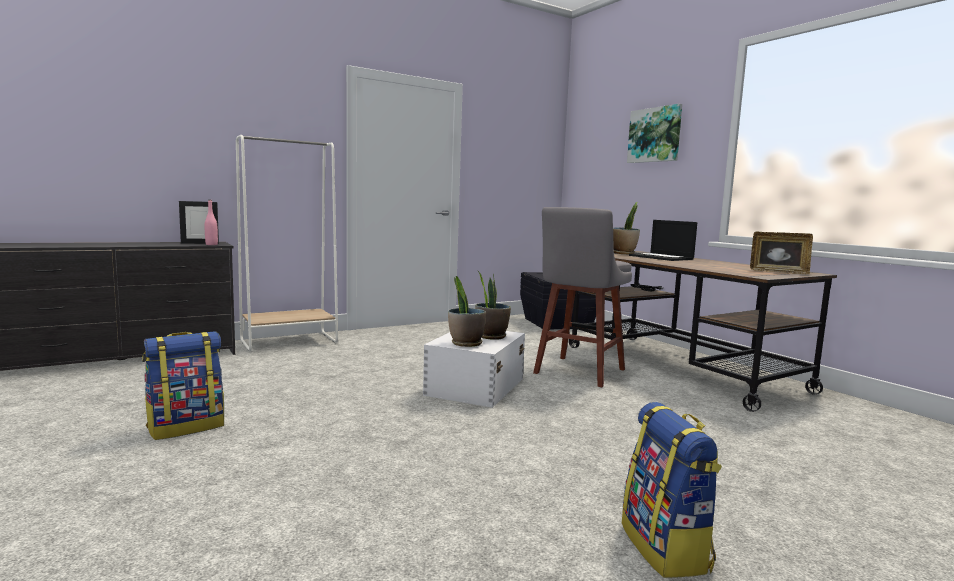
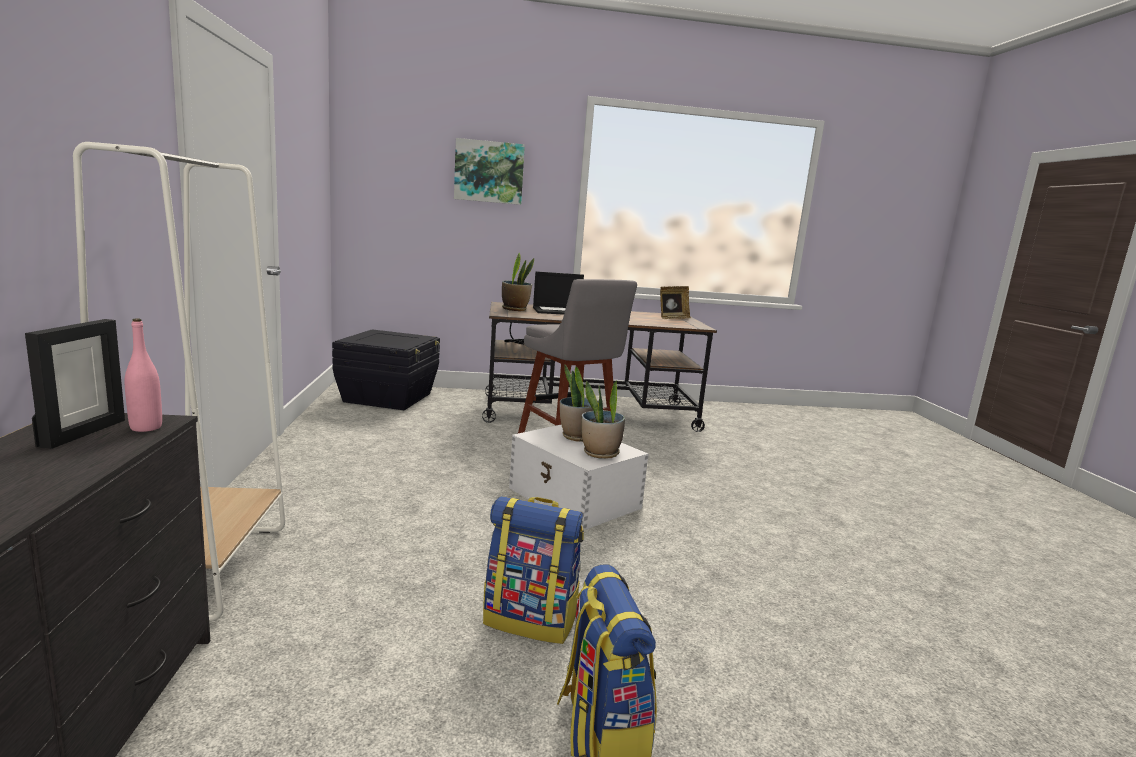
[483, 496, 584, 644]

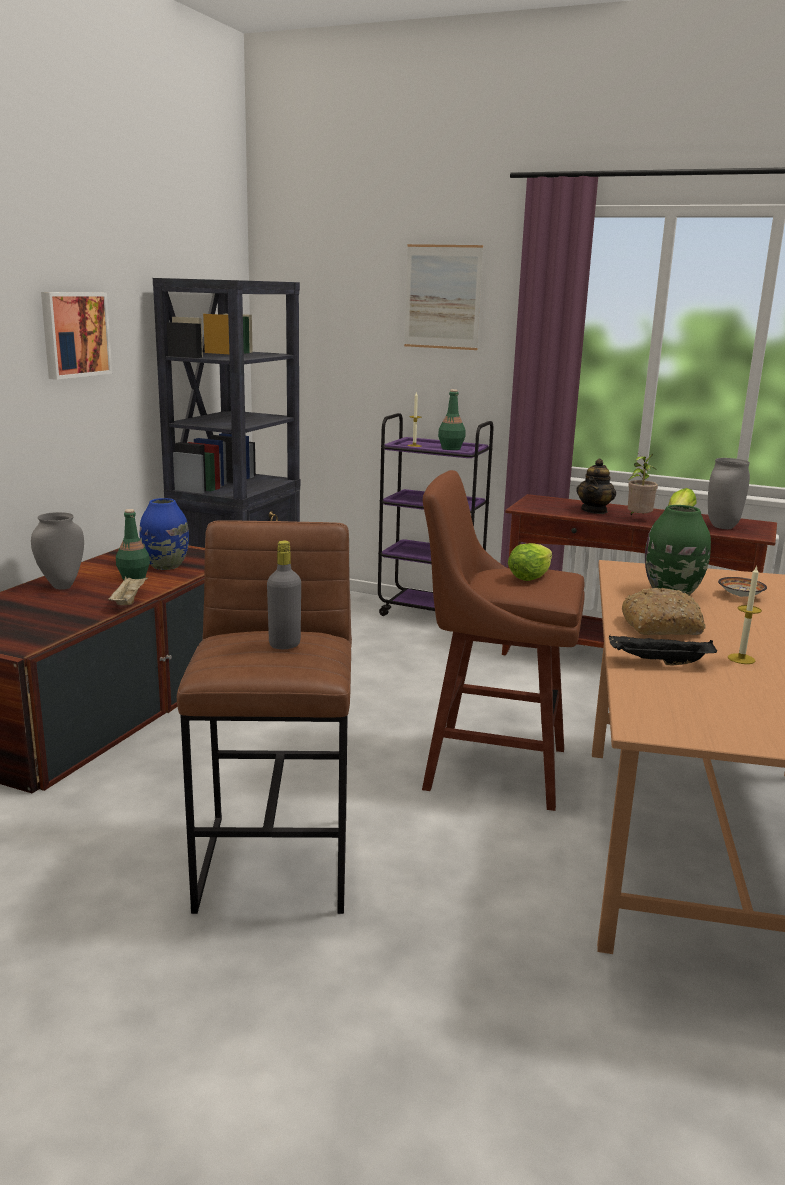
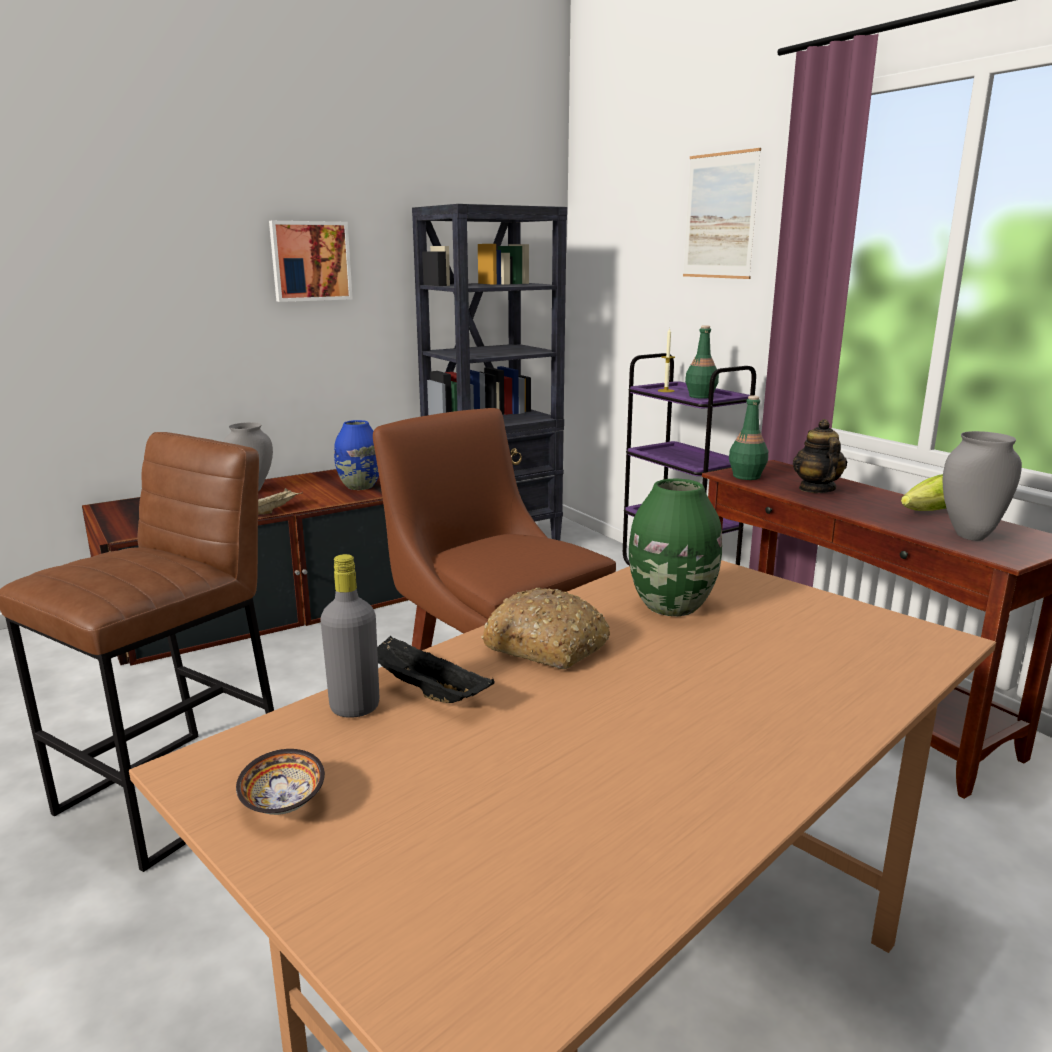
[628, 454, 658, 515] (first image)
[793, 419, 847, 493]
[729, 395, 768, 480]
[320, 554, 380, 718]
[508, 543, 552, 581] (first image)
[728, 566, 762, 664] (first image)
[236, 749, 325, 815]

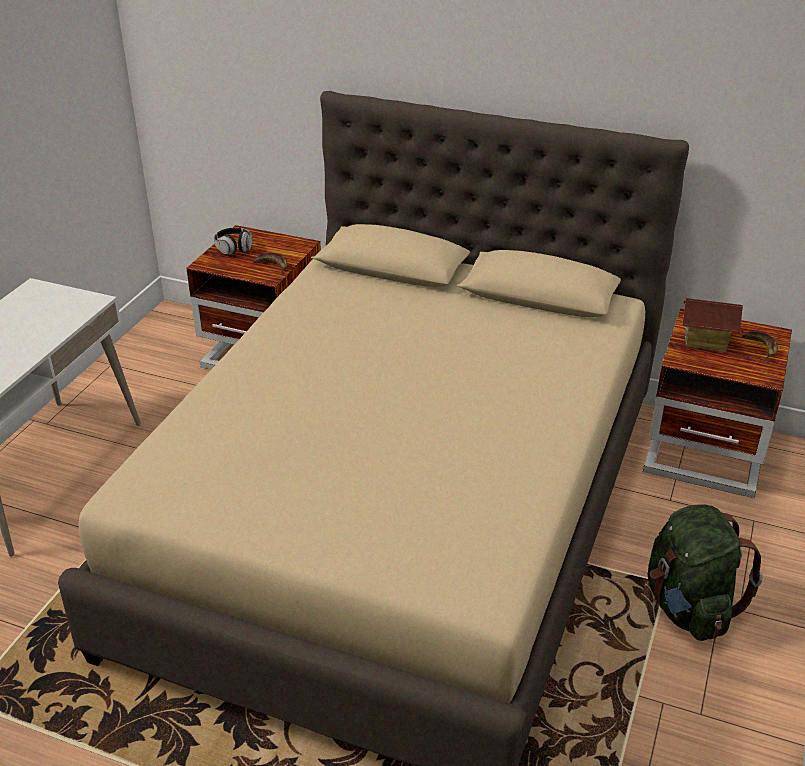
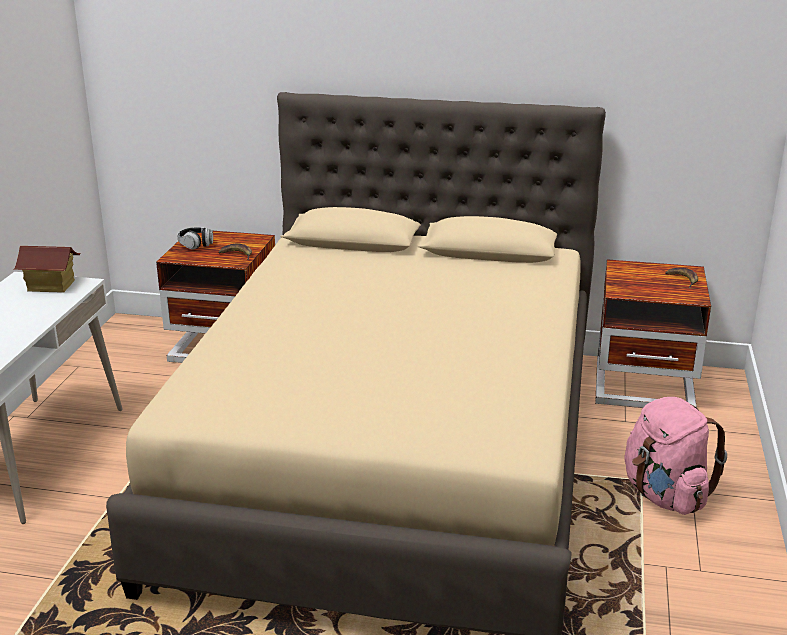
[14, 246, 80, 293]
[625, 397, 727, 515]

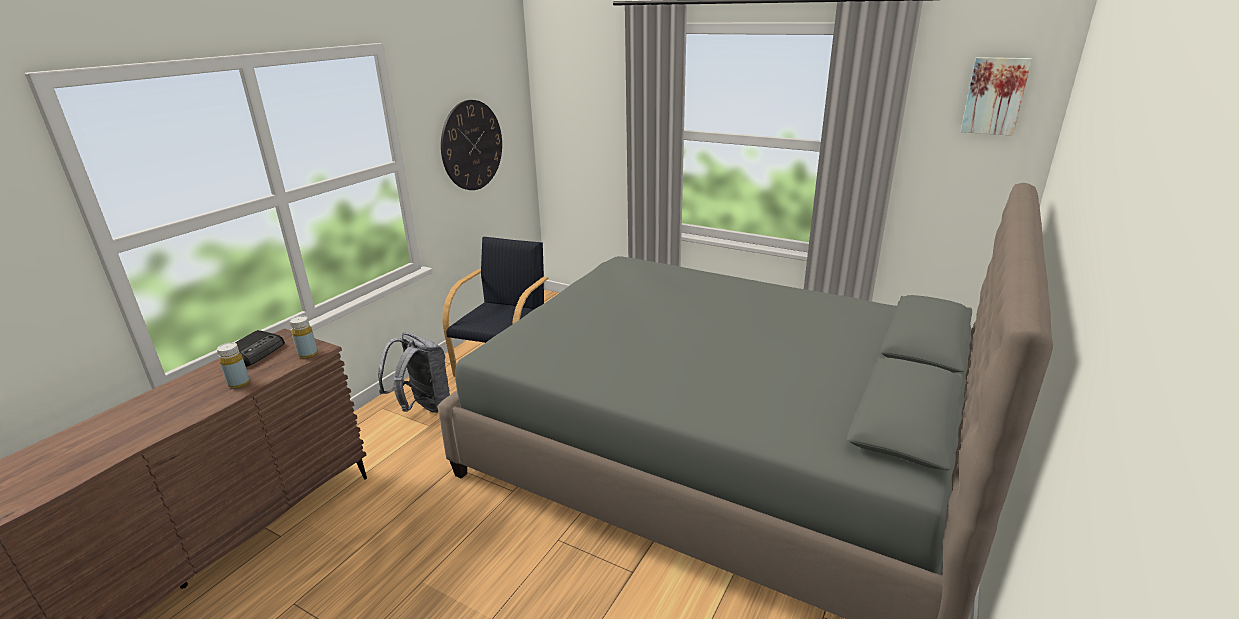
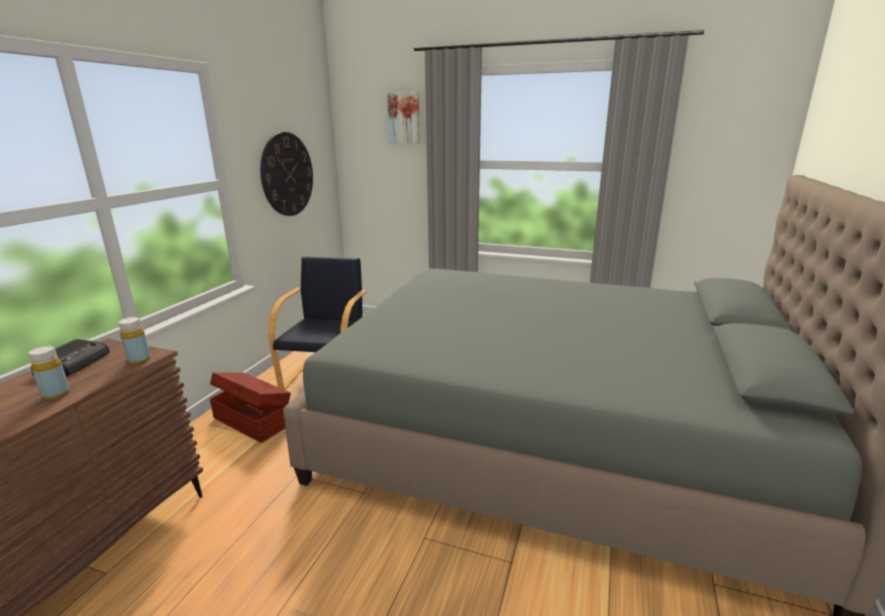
[387, 91, 420, 144]
[210, 372, 291, 443]

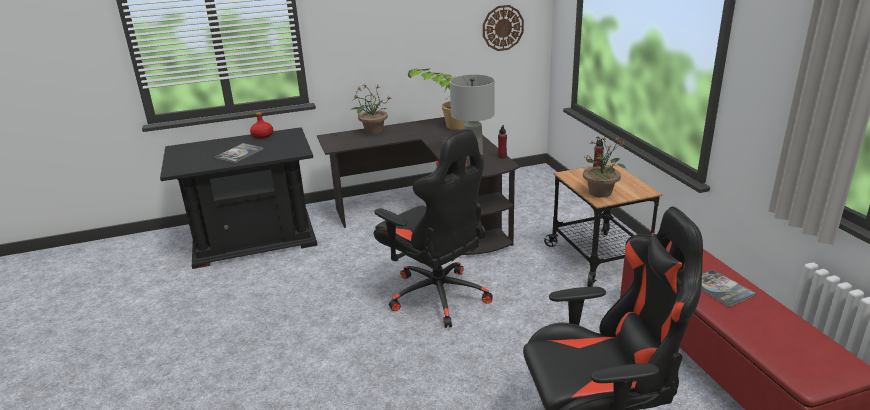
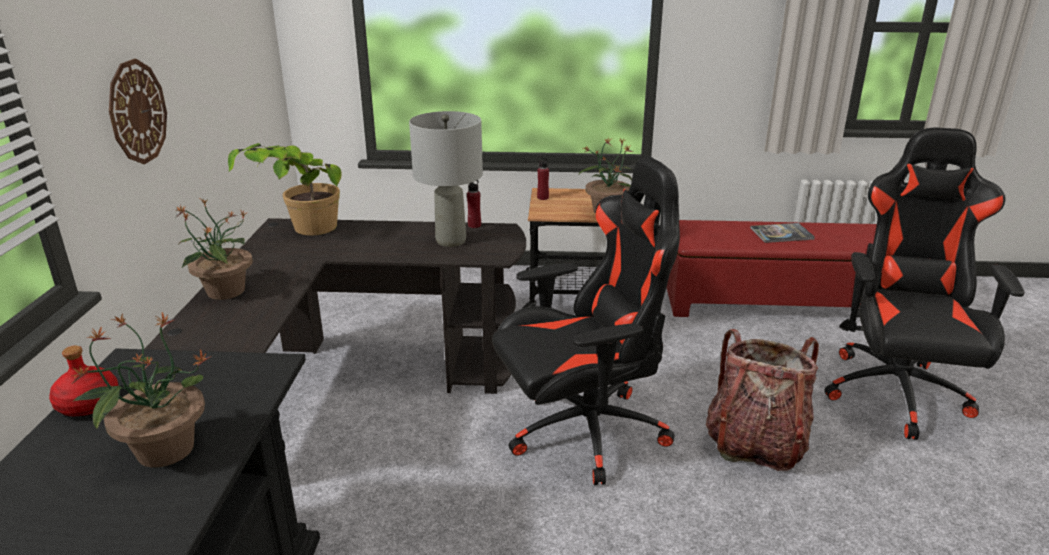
[109, 59, 167, 164]
[72, 312, 212, 468]
[706, 329, 819, 471]

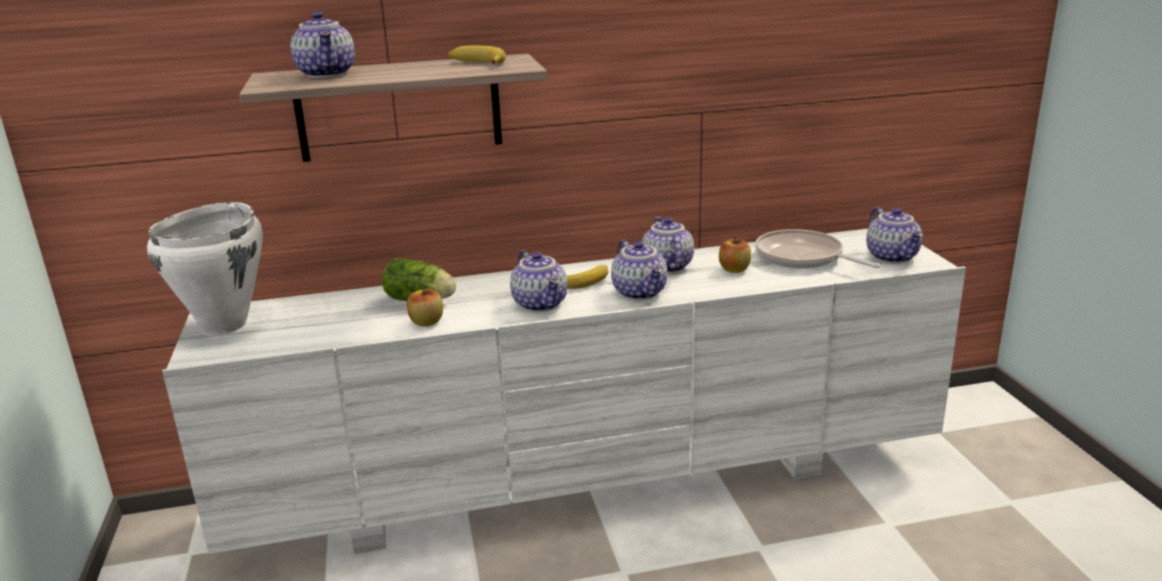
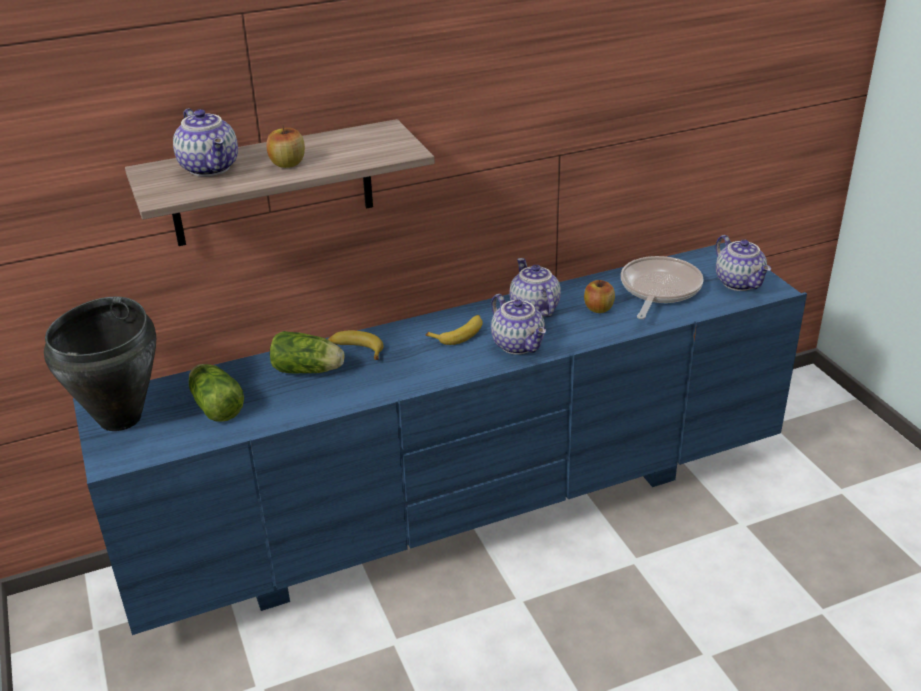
[328, 331, 384, 360]
[44, 296, 156, 431]
[73, 242, 807, 635]
[621, 256, 704, 319]
[510, 250, 568, 312] (first image)
[266, 125, 305, 168]
[189, 364, 244, 422]

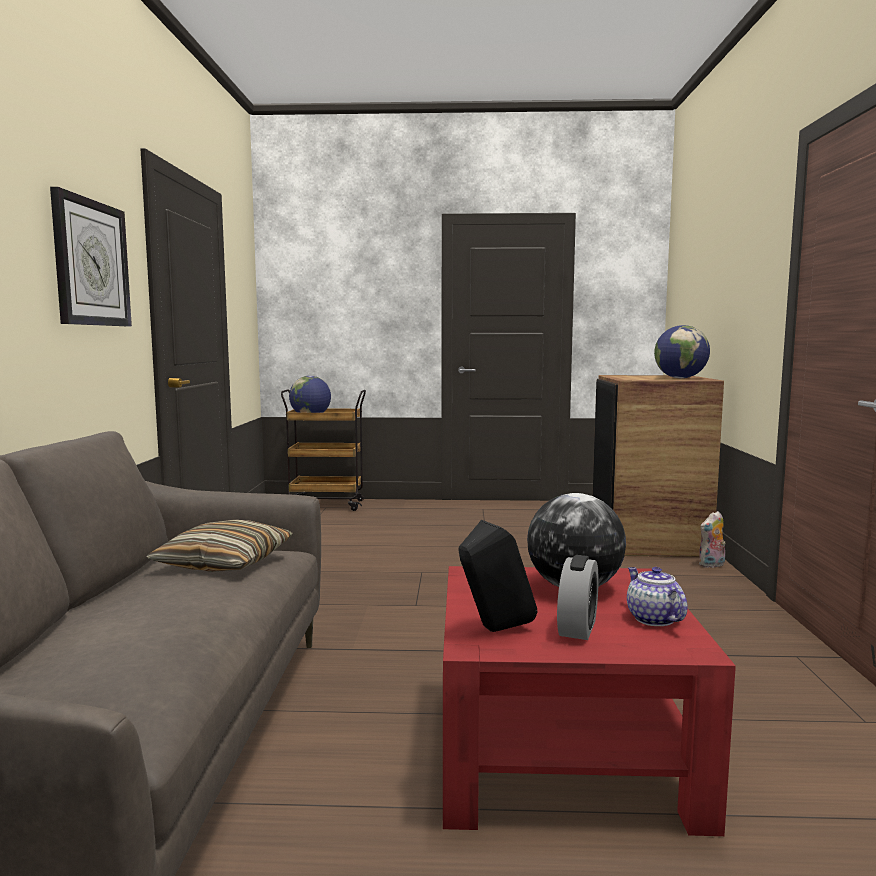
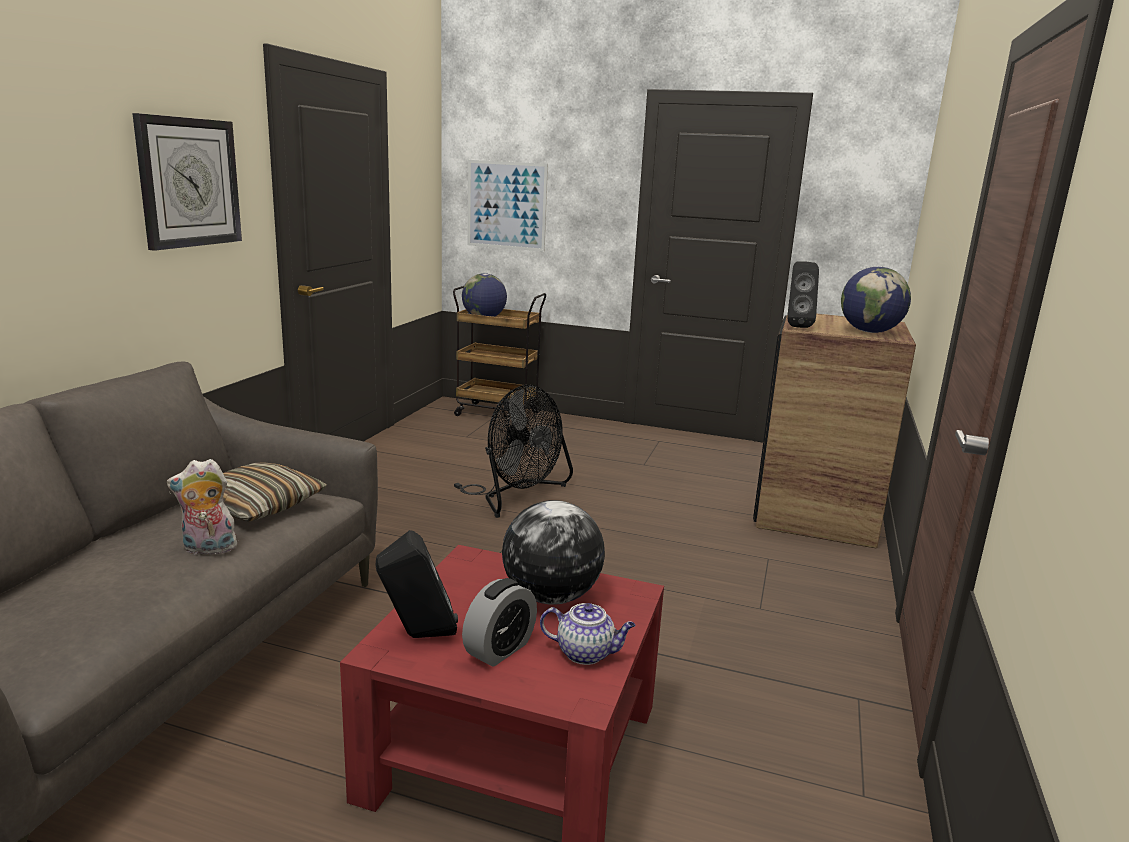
[167, 459, 239, 555]
[540, 603, 636, 665]
[468, 160, 548, 252]
[787, 261, 819, 328]
[454, 385, 573, 518]

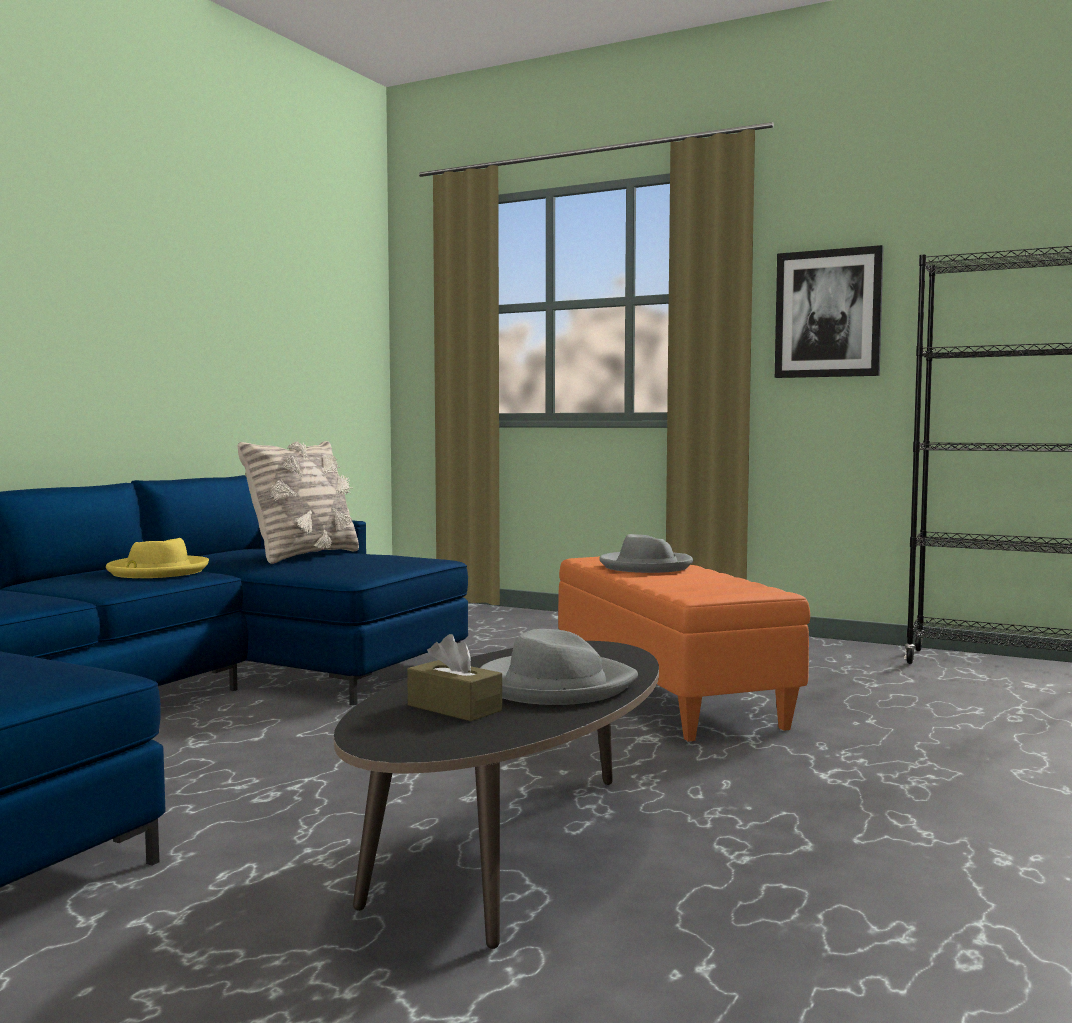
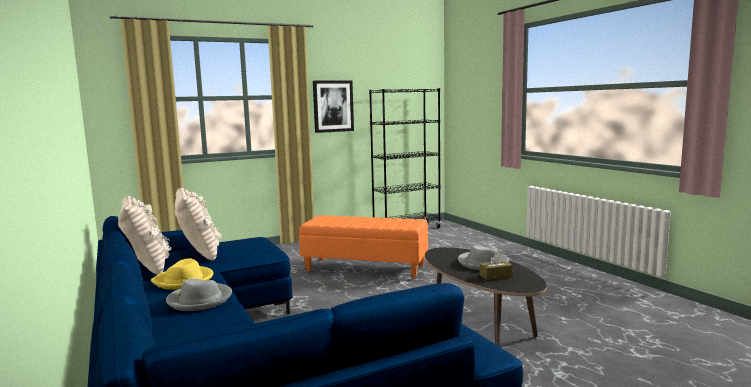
[166, 278, 232, 311]
[118, 196, 172, 275]

